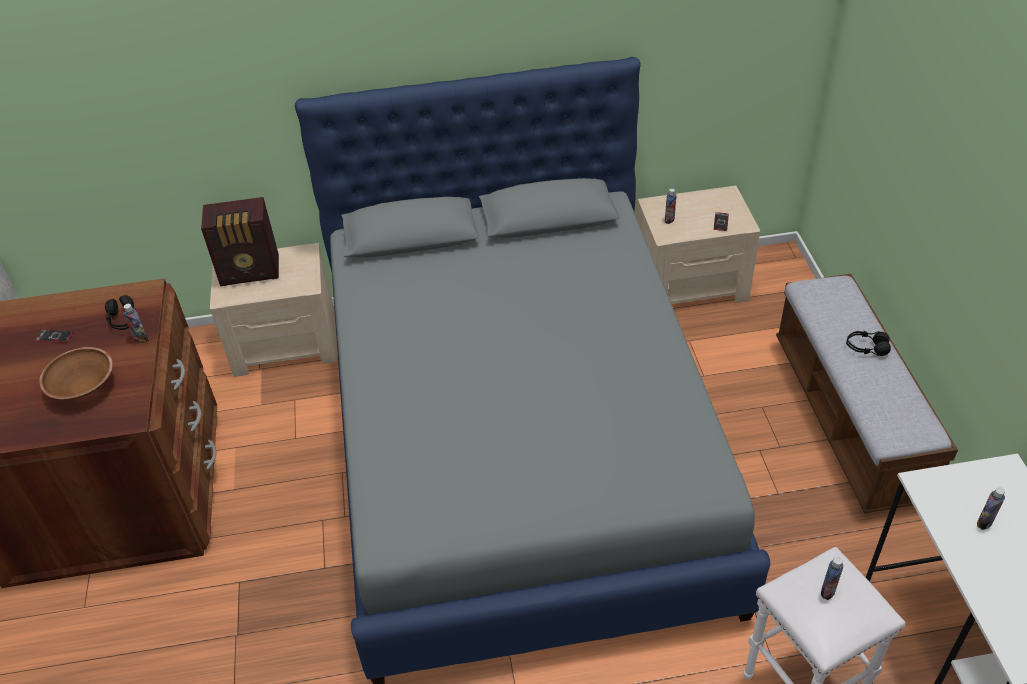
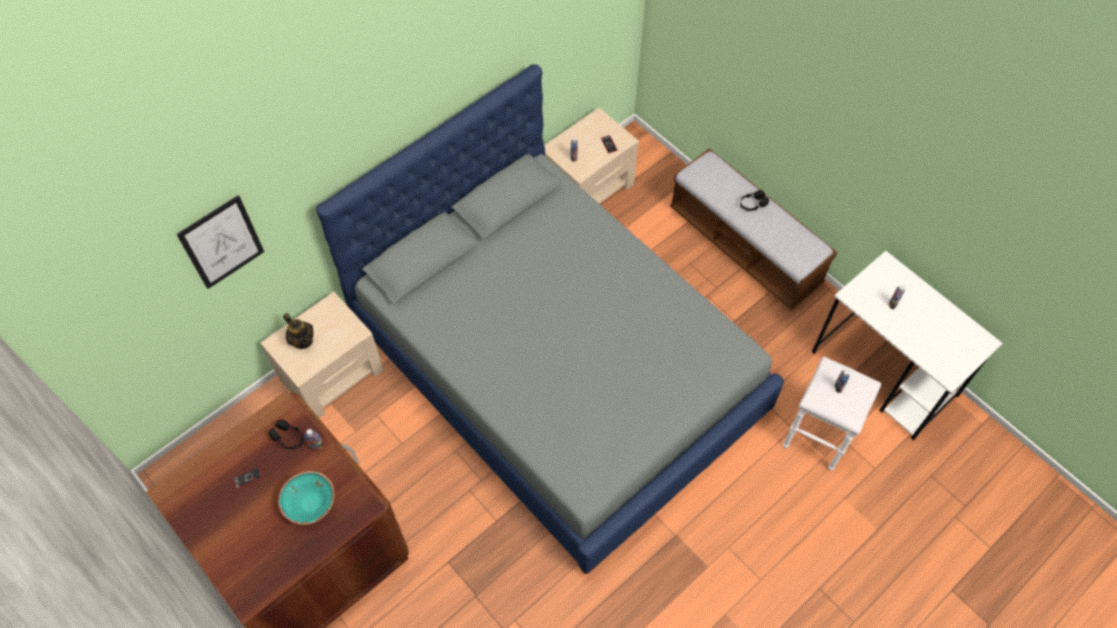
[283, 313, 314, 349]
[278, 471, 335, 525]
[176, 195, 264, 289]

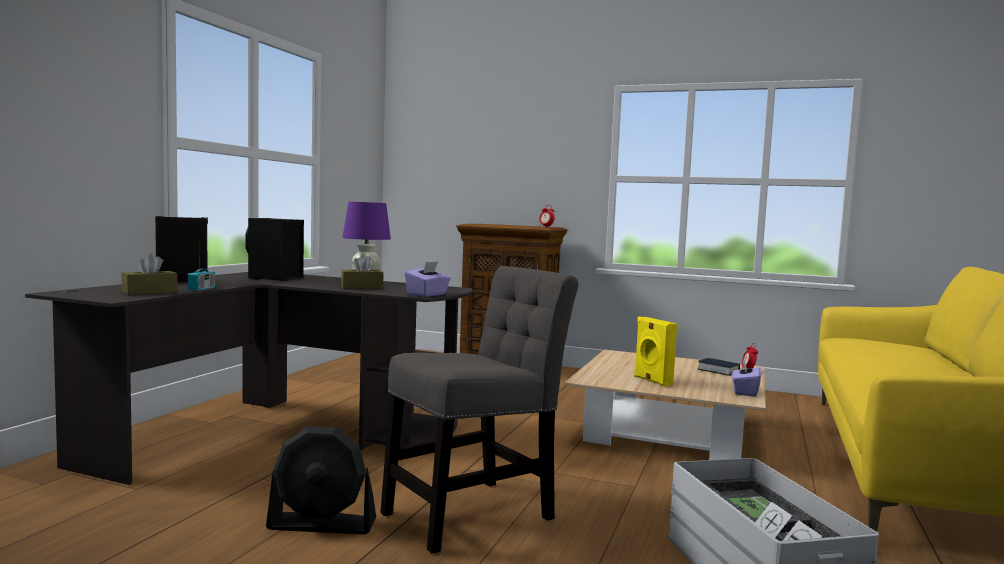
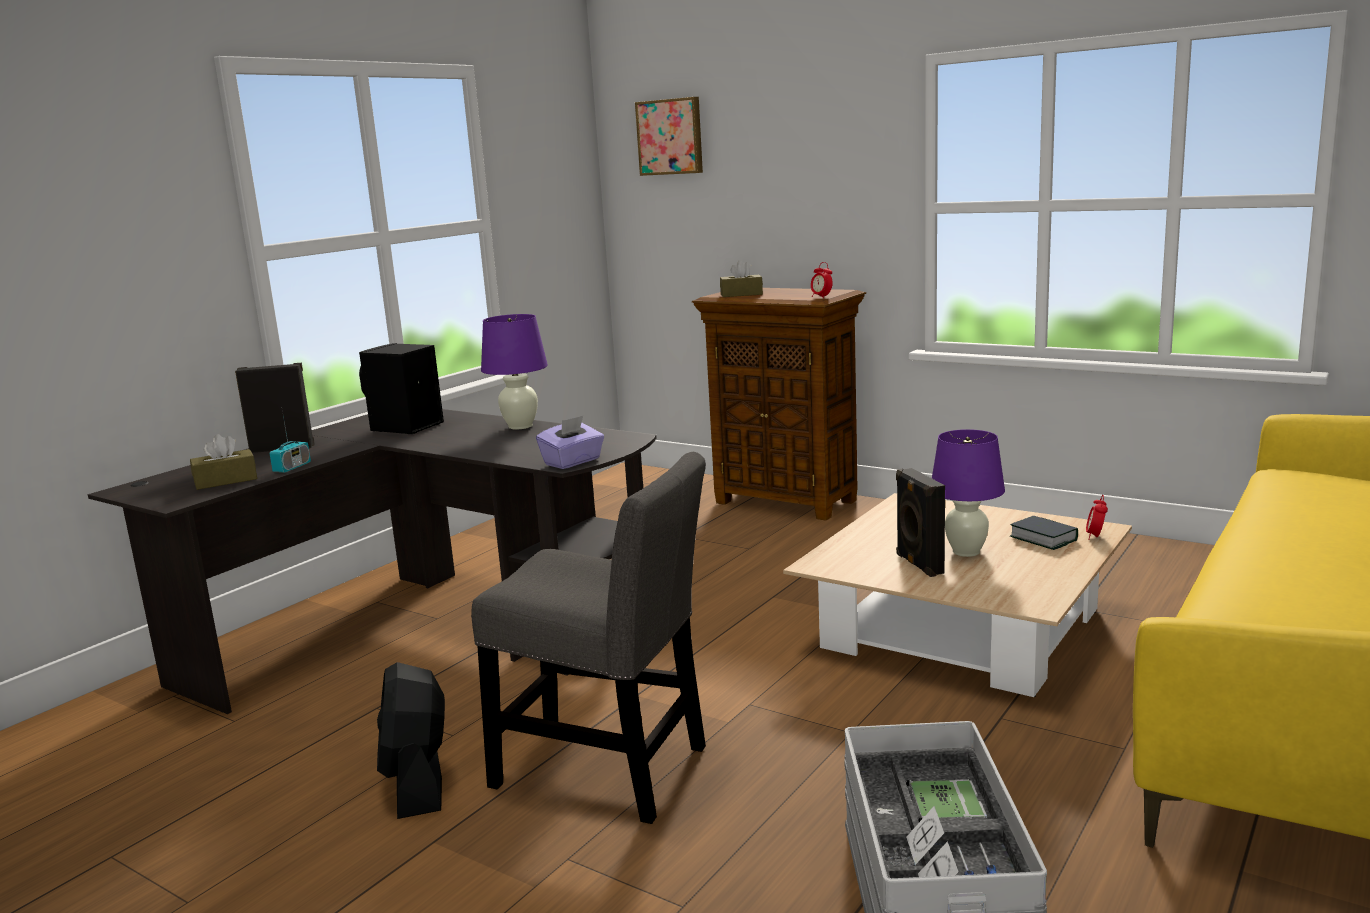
[720, 260, 763, 297]
[471, 452, 706, 824]
[896, 468, 945, 577]
[732, 360, 761, 397] (first image)
[377, 662, 445, 819]
[635, 97, 703, 176]
[932, 429, 1005, 557]

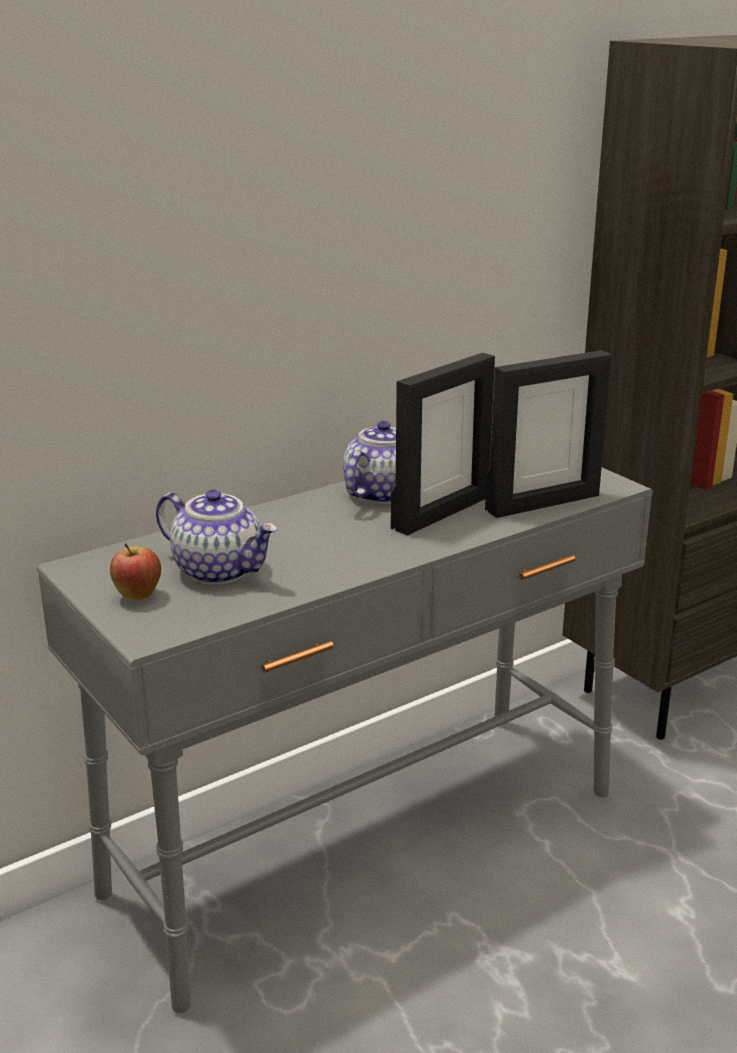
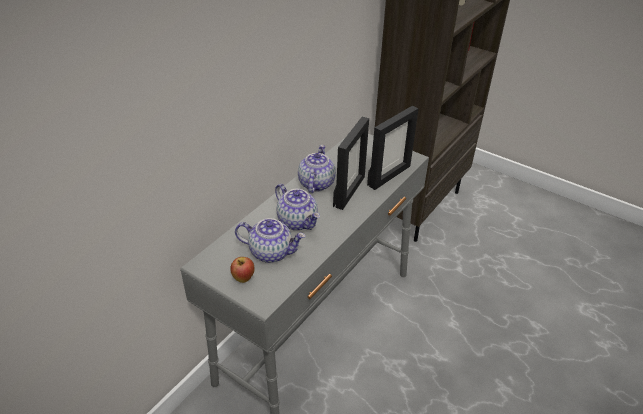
[275, 184, 320, 231]

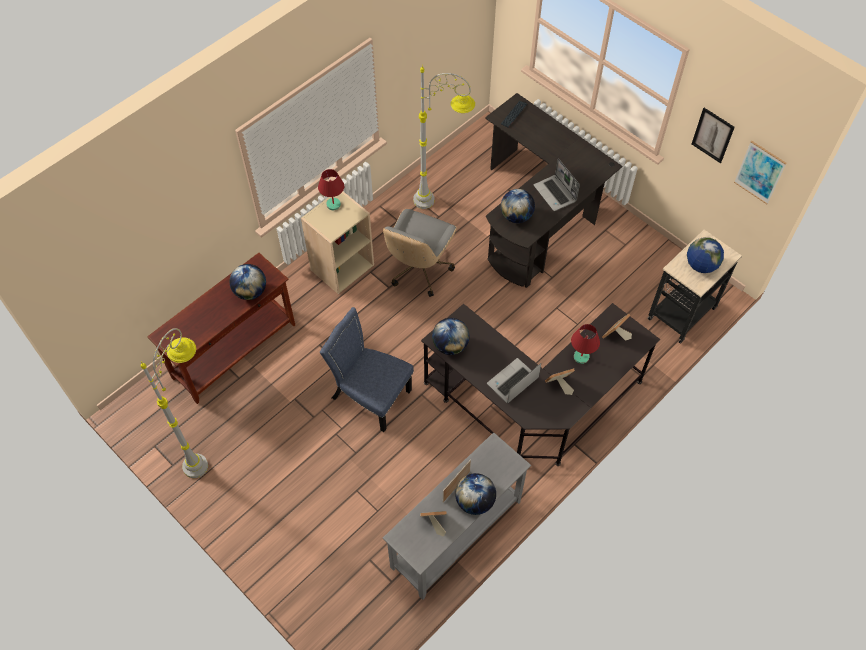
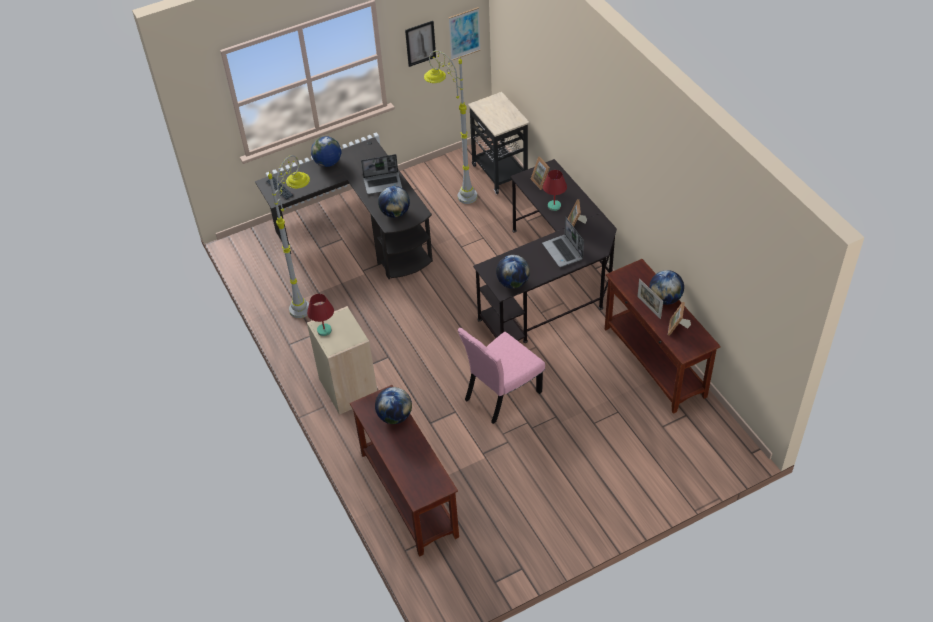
[383, 209, 457, 297] (first image)
[311, 136, 341, 167]
[458, 328, 545, 424]
[424, 51, 477, 204]
[605, 259, 721, 414]

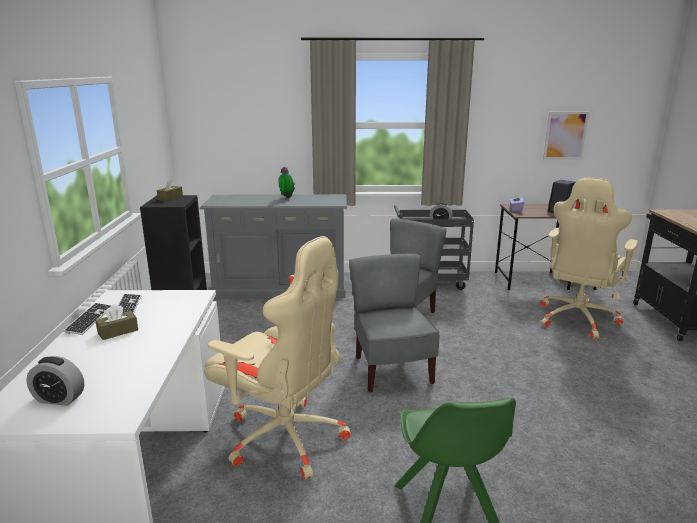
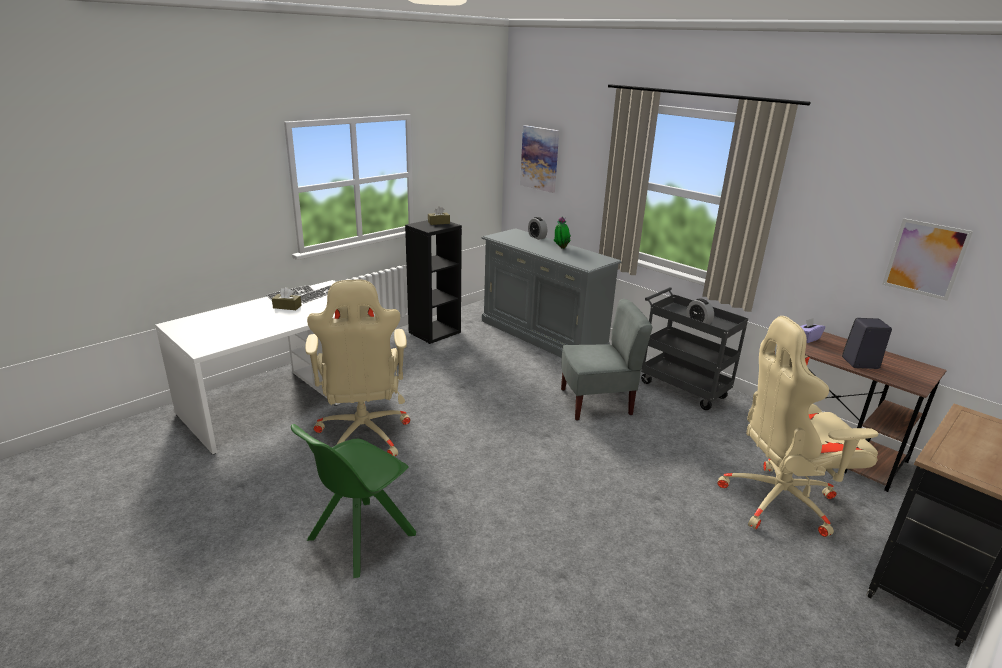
[349, 254, 439, 393] (first image)
[528, 217, 547, 240]
[520, 125, 559, 193]

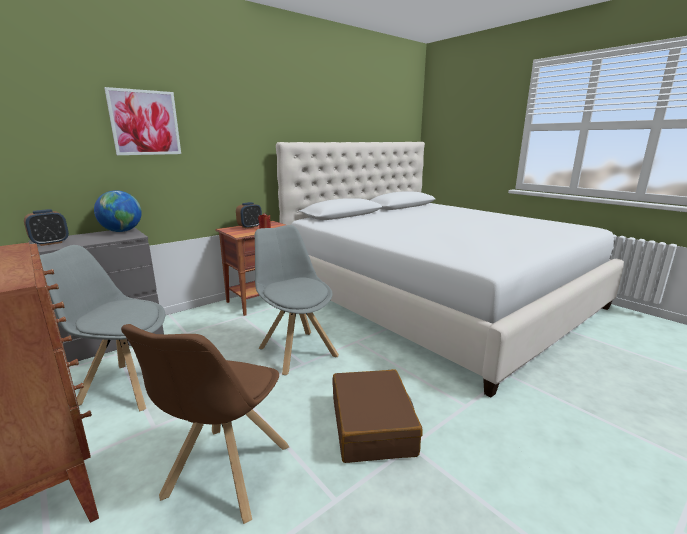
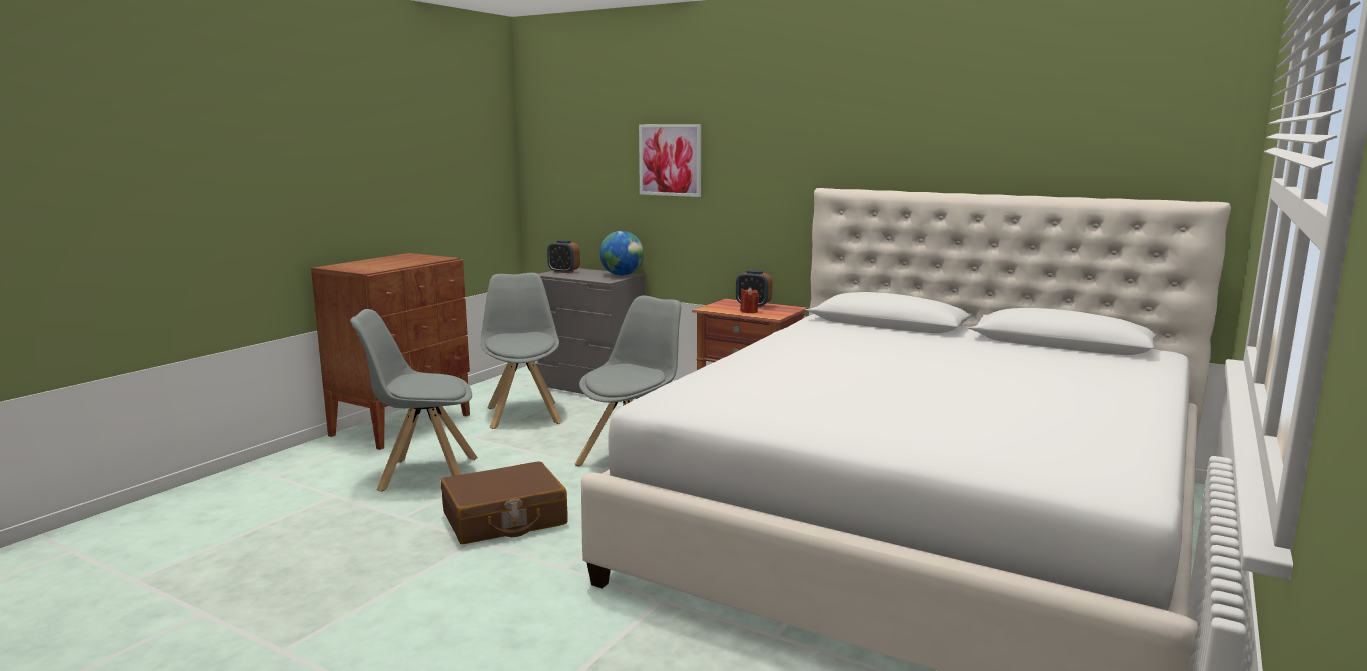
[350, 309, 478, 492]

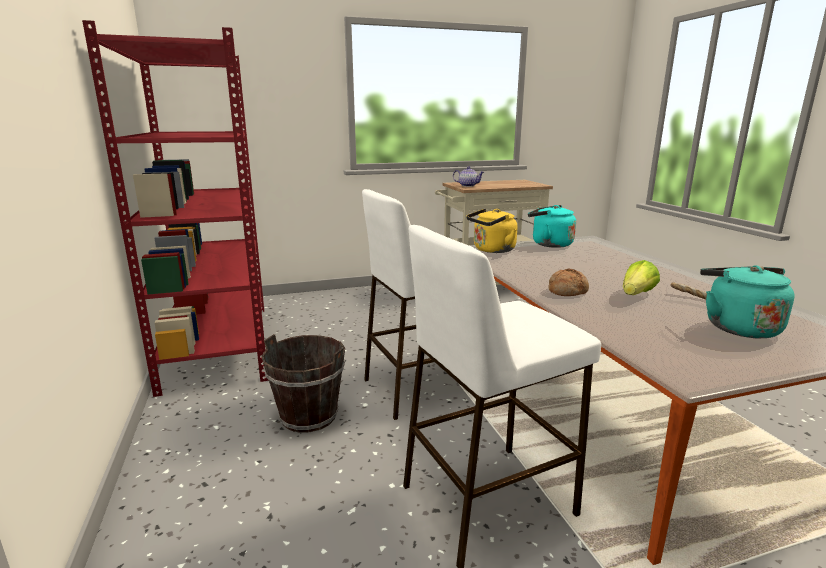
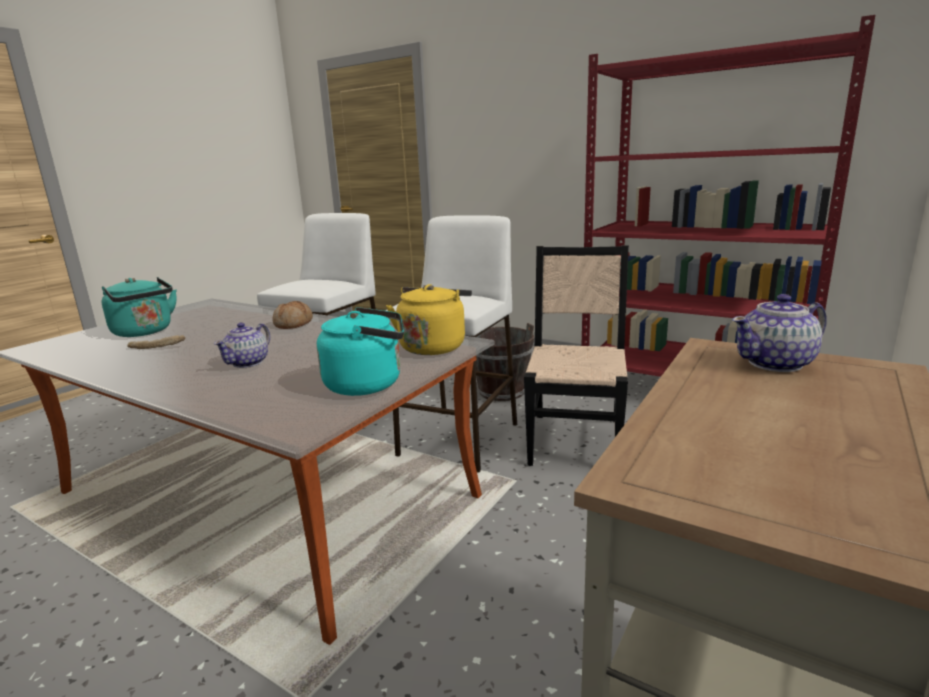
[623, 260, 660, 295] (first image)
[524, 245, 629, 466]
[214, 322, 270, 368]

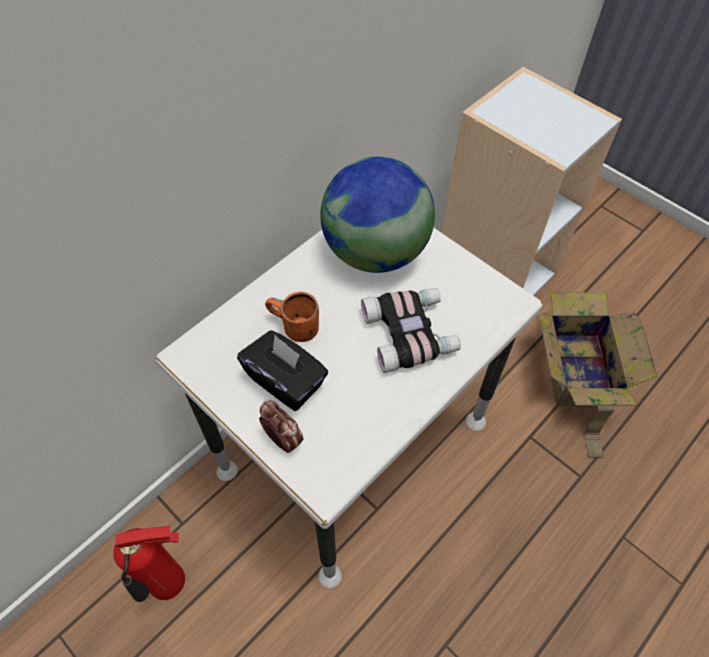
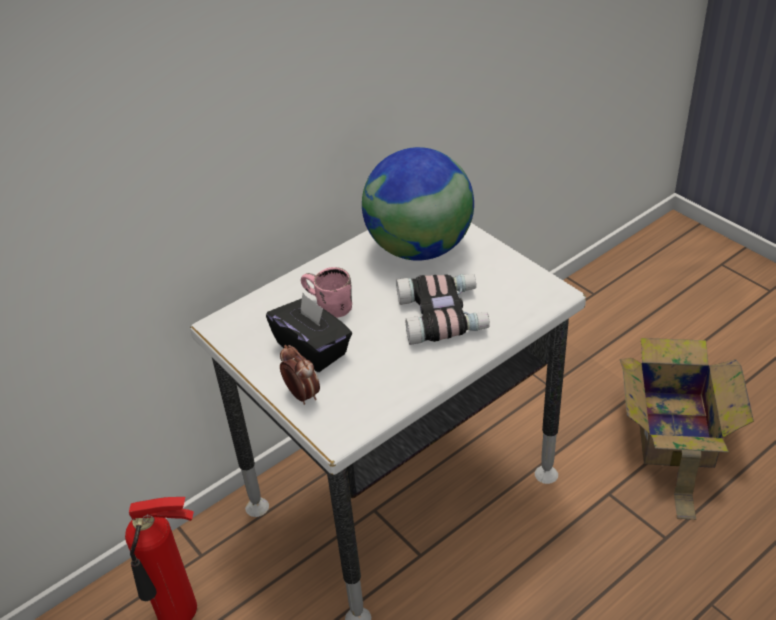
[442, 67, 622, 296] (first image)
[301, 267, 352, 318]

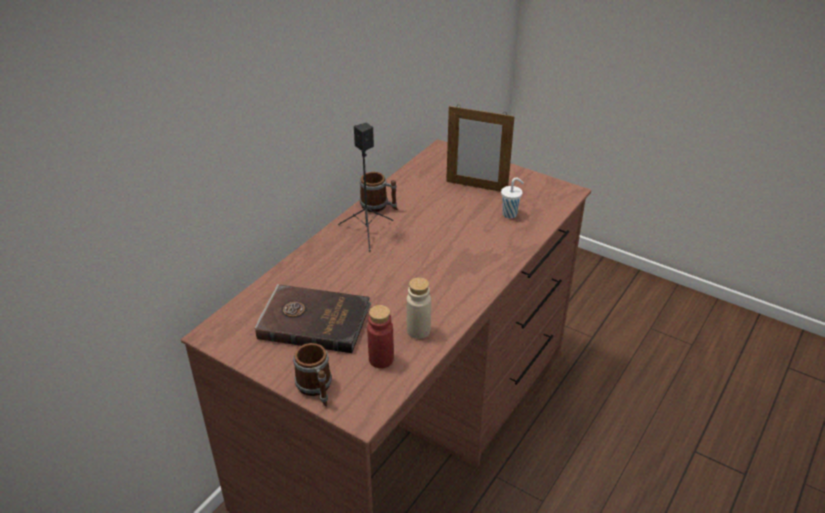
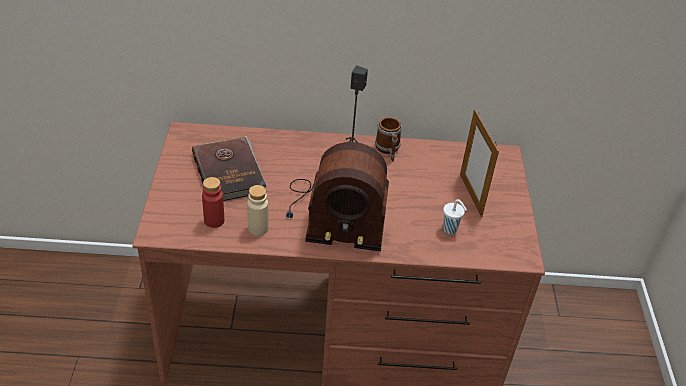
[293, 343, 332, 407] (first image)
[286, 142, 389, 251]

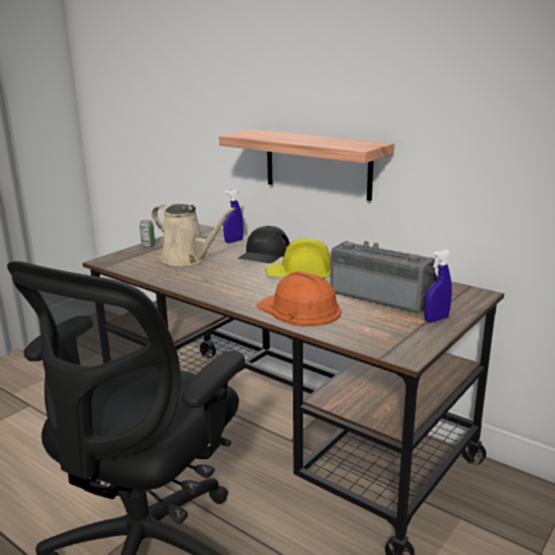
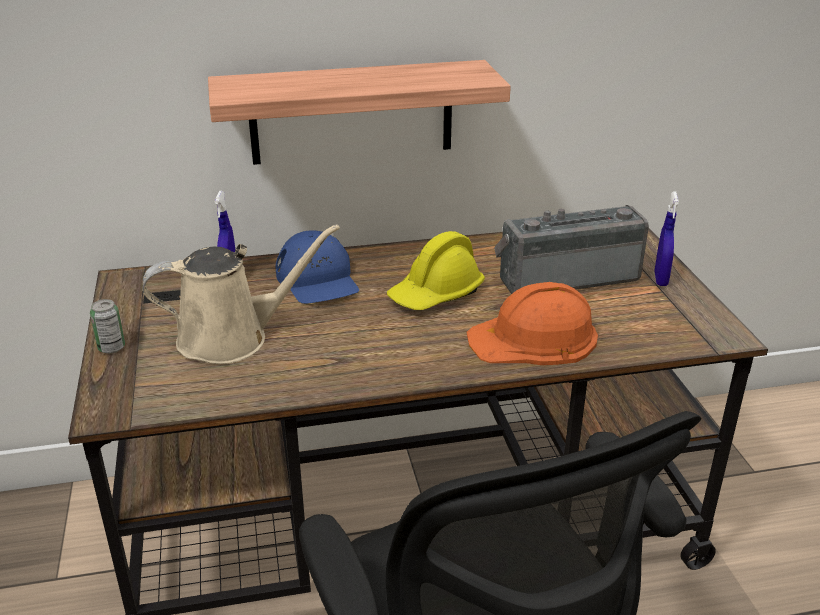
[276, 230, 359, 304]

